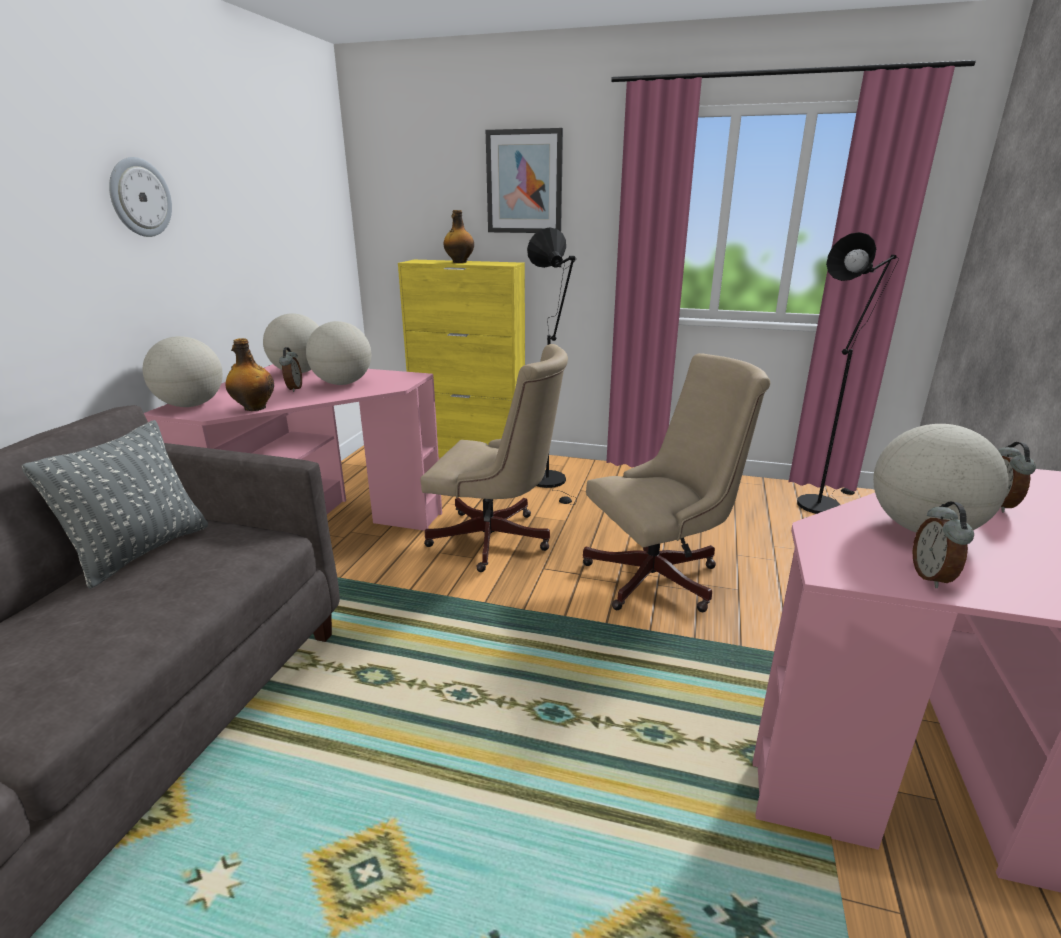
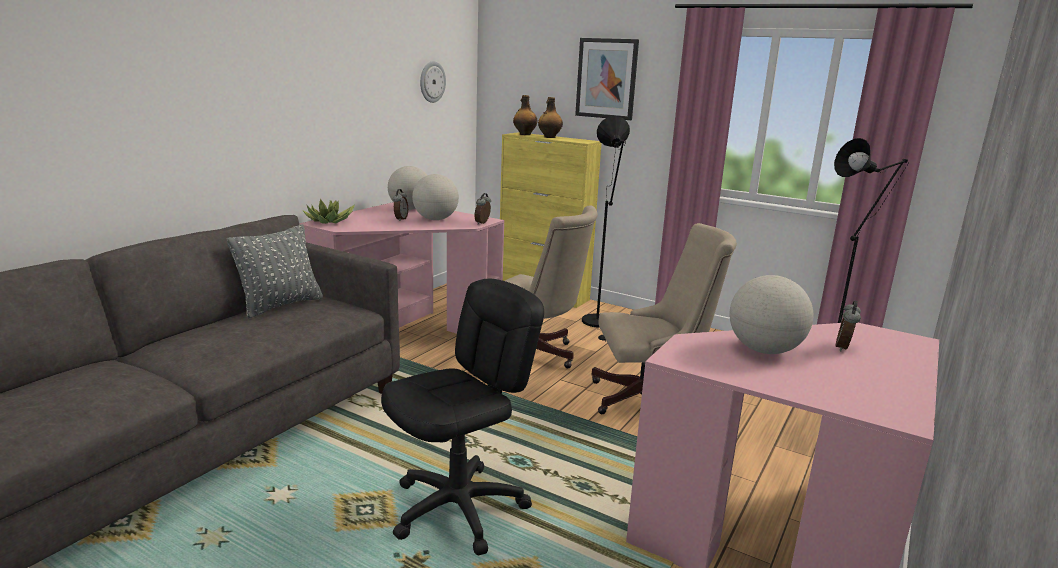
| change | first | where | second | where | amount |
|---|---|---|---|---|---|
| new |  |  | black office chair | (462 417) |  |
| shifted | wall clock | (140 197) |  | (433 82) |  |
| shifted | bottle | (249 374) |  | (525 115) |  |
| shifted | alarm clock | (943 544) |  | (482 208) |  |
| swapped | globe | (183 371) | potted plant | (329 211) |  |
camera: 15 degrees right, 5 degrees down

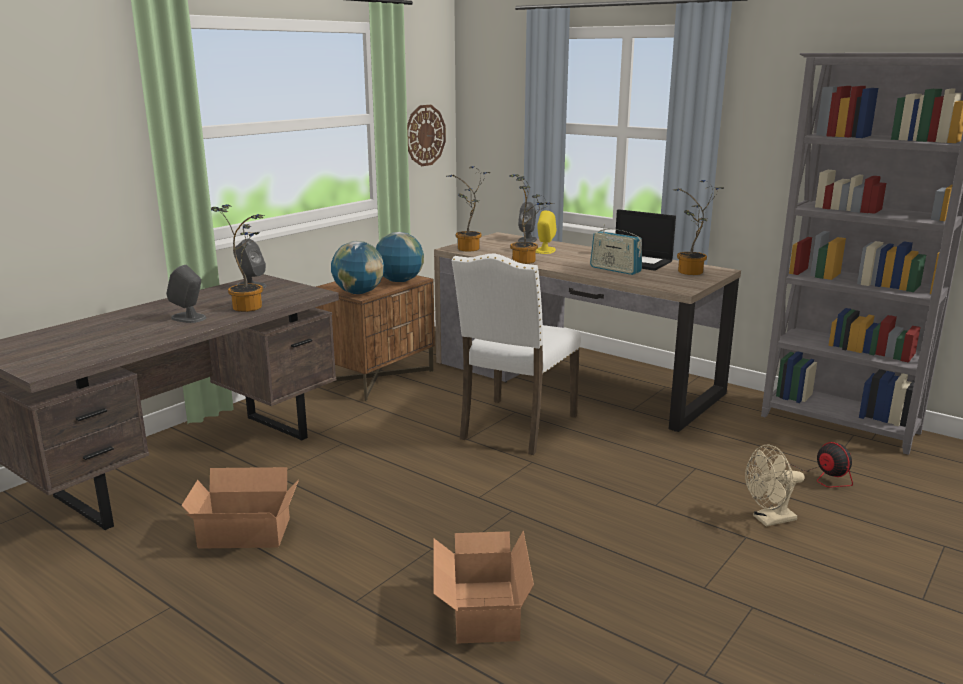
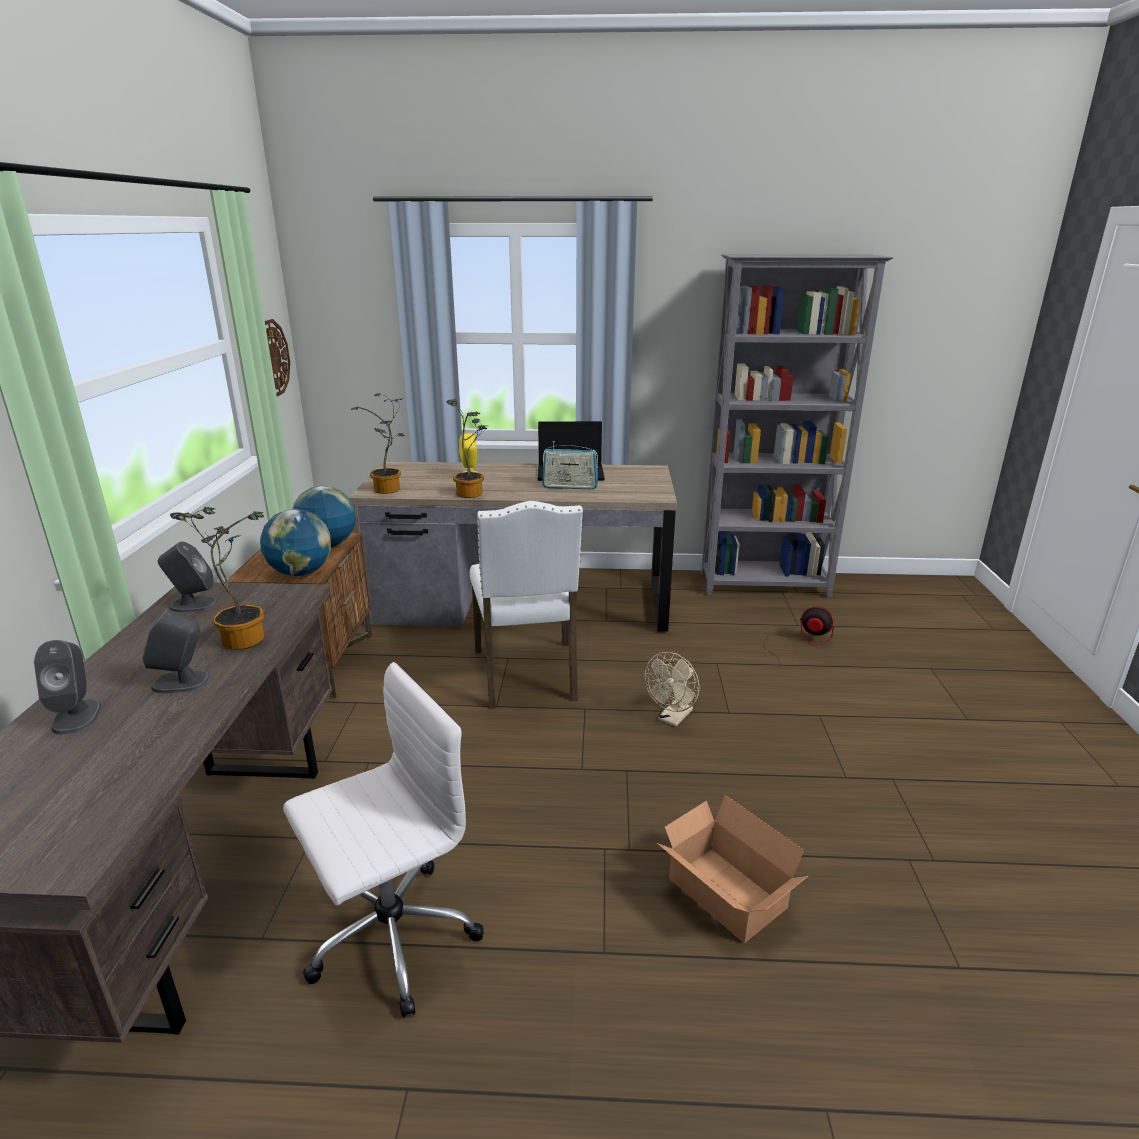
| change | first | where | second | where | amount |
|---|---|---|---|---|---|
| gone | potted plant | (698 227) |  |  |  |
| shifted | grey speaker | (527 222) |  | (67 687) |  |
| shifted | beige fan | (774 485) |  | (672 689) |  |
| swapped | cardboard box | (240 508) | white office chair | (383 840) |  |
camera: 35 degrees left, 5 degrees up

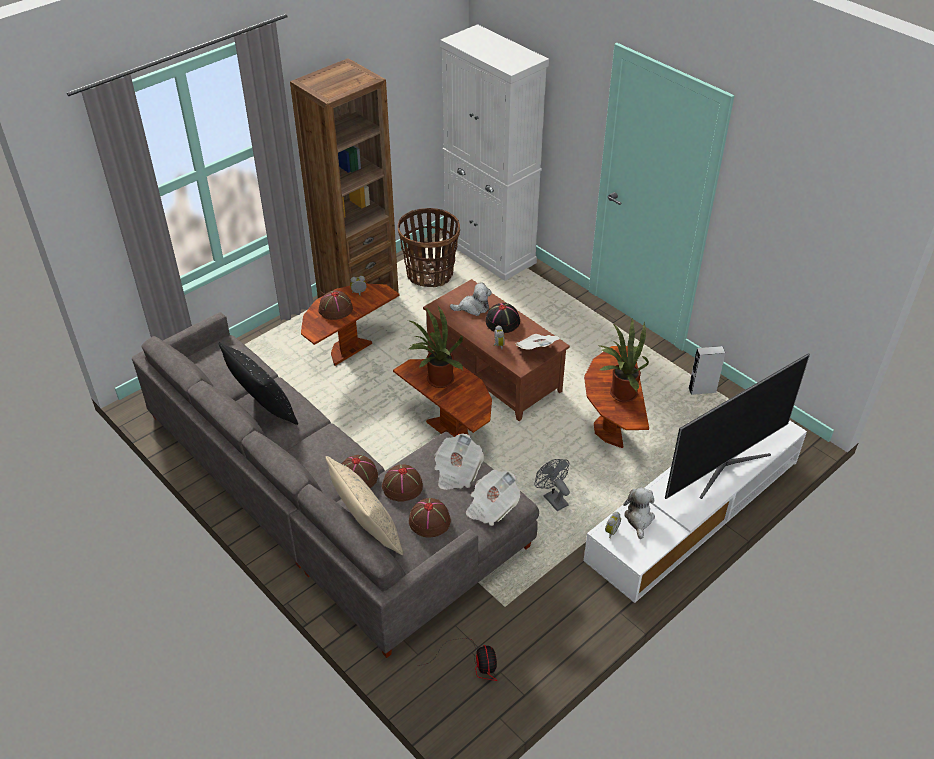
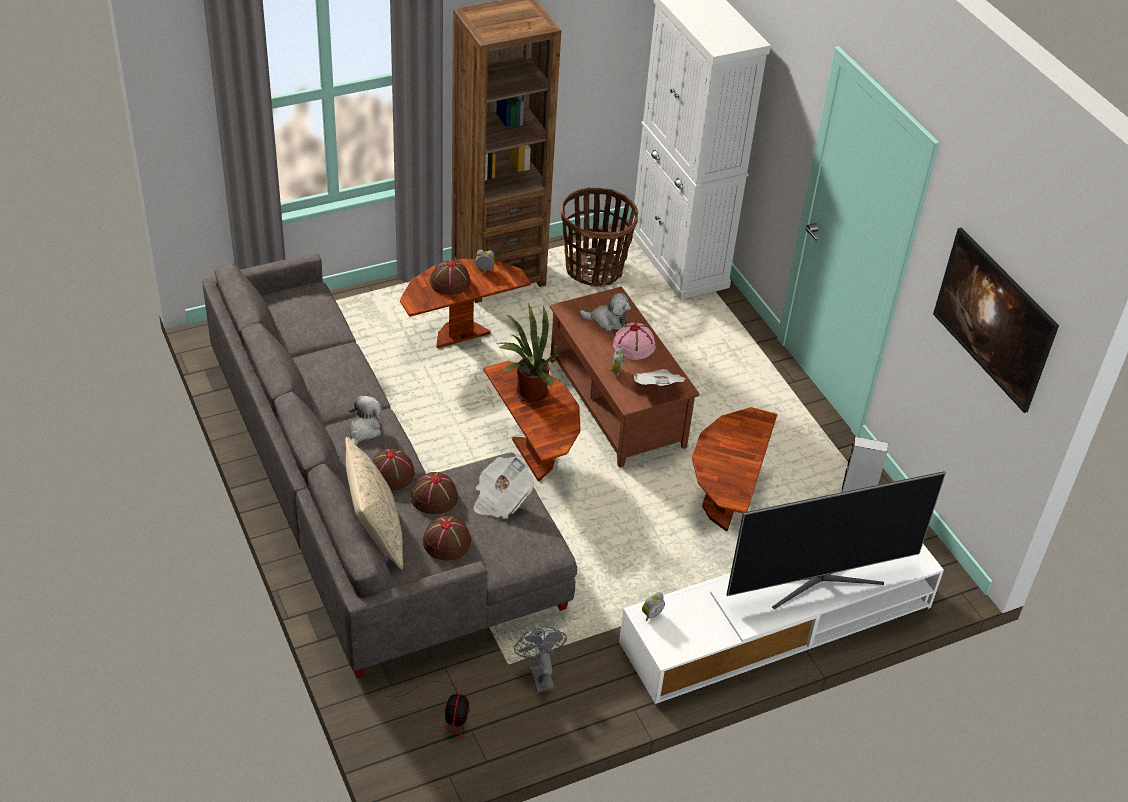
| change | first | where | second | where | amount |
|---|---|---|---|---|---|
| gone | black pillow | (258 384) |  |  |  |
| gone | newspaper | (493 498) |  |  |  |
| gone | potted plant | (623 360) |  |  |  |
| new |  |  | picture | (996 320) |  |
| shifted | grey fan | (552 485) |  | (540 659) |  |
| shifted | plush toy | (639 513) |  | (365 420) |  |
| repainted | black hat | (502 318) | pink hat | (634 341) |  |
camera: 15 degrees right, 0 degrees up

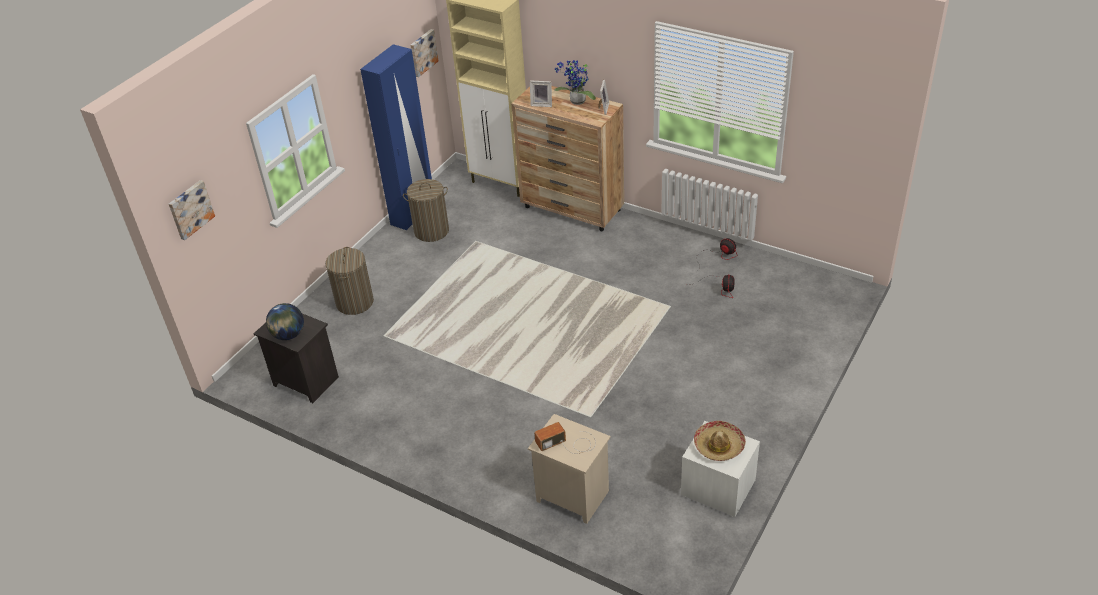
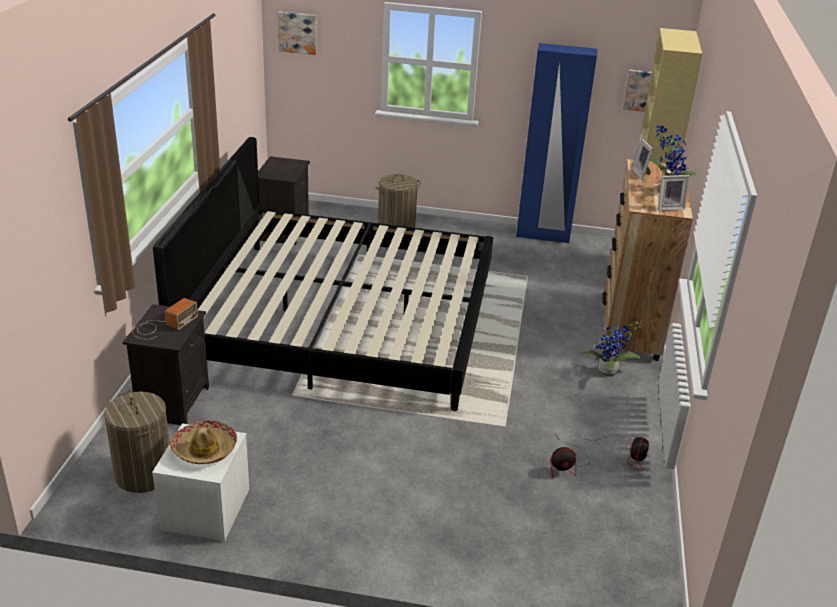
| change | first | where | second | where | amount |
|---|---|---|---|---|---|
| gone | globe | (285 321) |  |  |  |
| new |  |  | bed | (323 274) |  |
| new |  |  | potted plant | (613 349) |  |
| shifted | laundry basket | (426 210) |  | (137 442) |  |
| repainted | beige nightstand | (569 469) | black nightstand | (166 364) |  |
| rotated | radio | (565 438) |  | (165 318) | 75 degrees clockwise |
camera: 65 degrees right, 10 degrees down

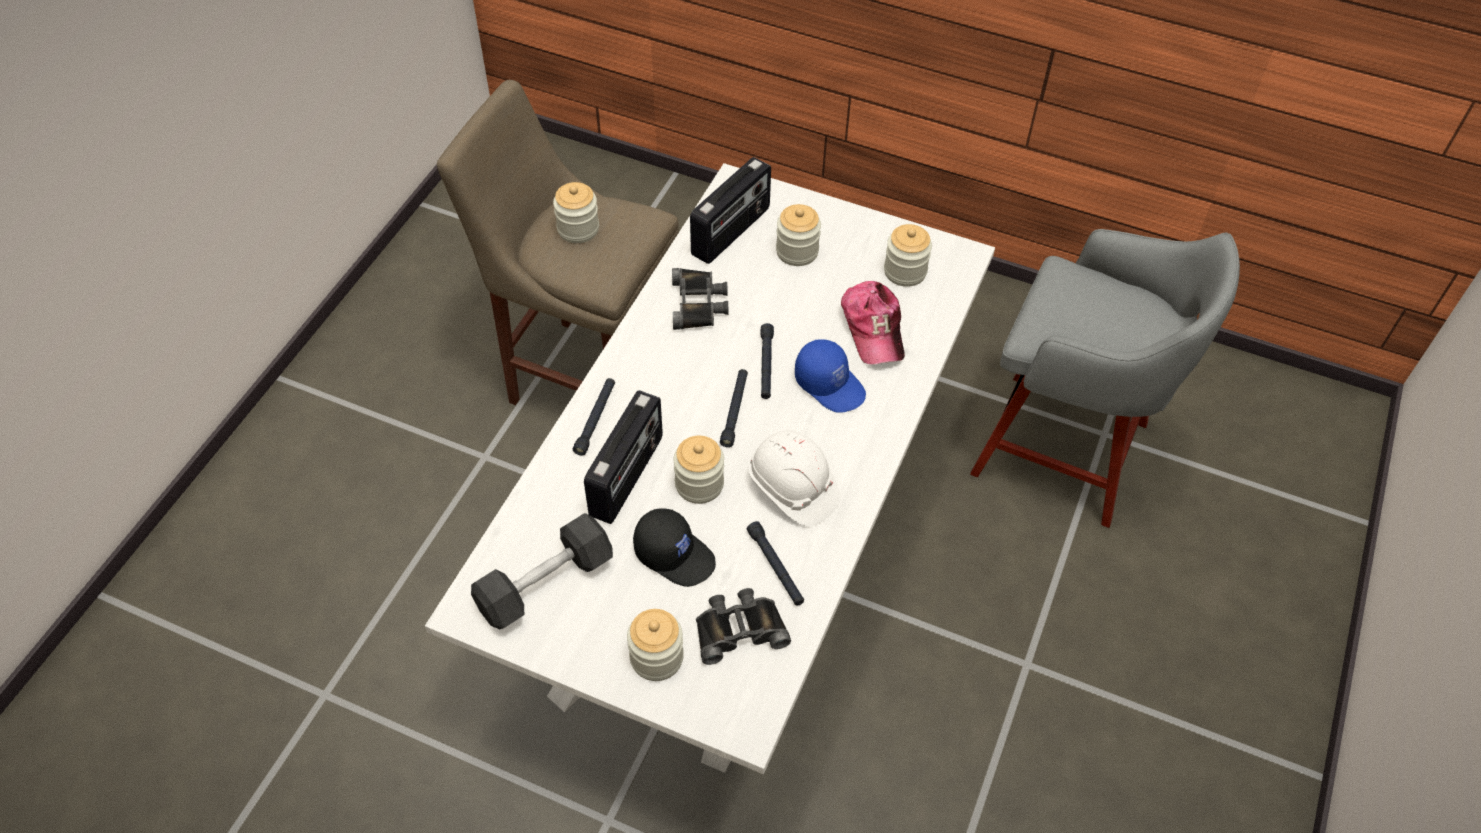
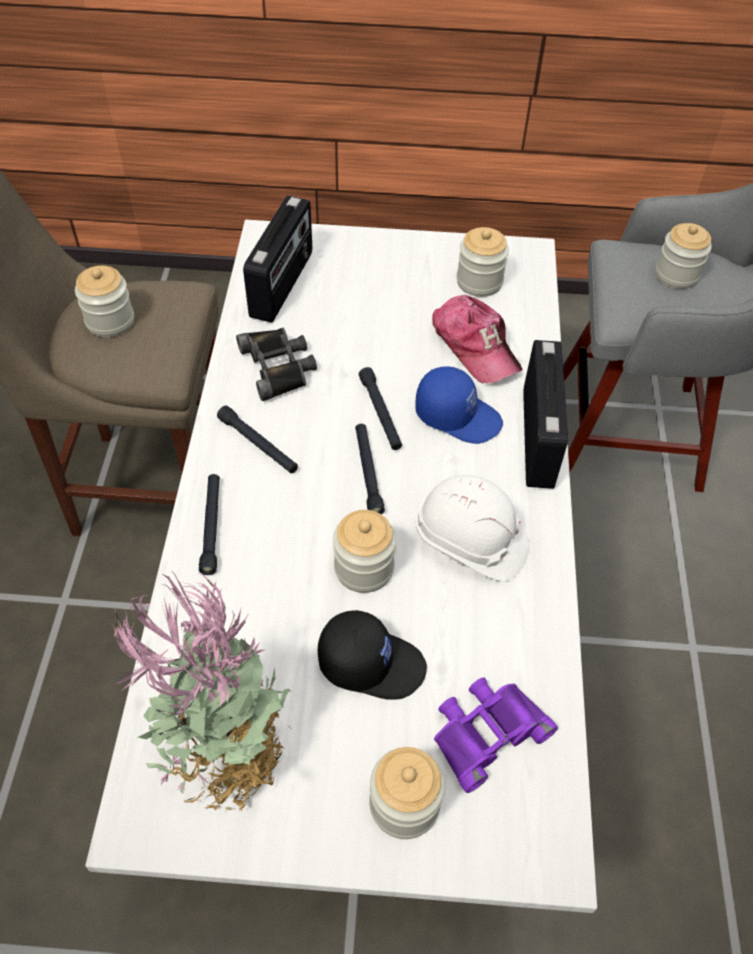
| change | first | where | second | where | amount |
|---|---|---|---|---|---|
| shifted | radio | (623 457) |  | (545 414) |  |
| shifted | black flashlight | (775 563) |  | (257 439) |  |
| shifted | jar | (798 235) |  | (683 256) |  |
| swapped | black dumbbell | (542 571) | potted plant | (201 692) |  |
| repainted | black binoculars | (743 626) | purple binoculars | (496 735) |  |
camera: 20 degrees left, 0 degrees up

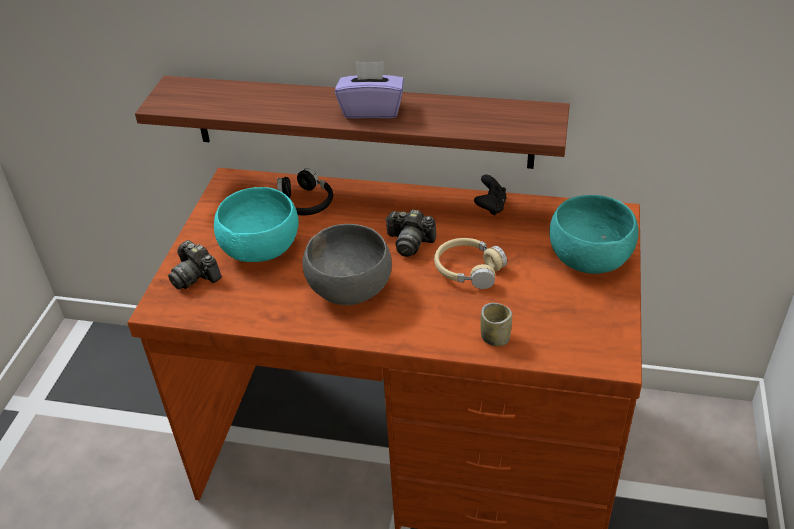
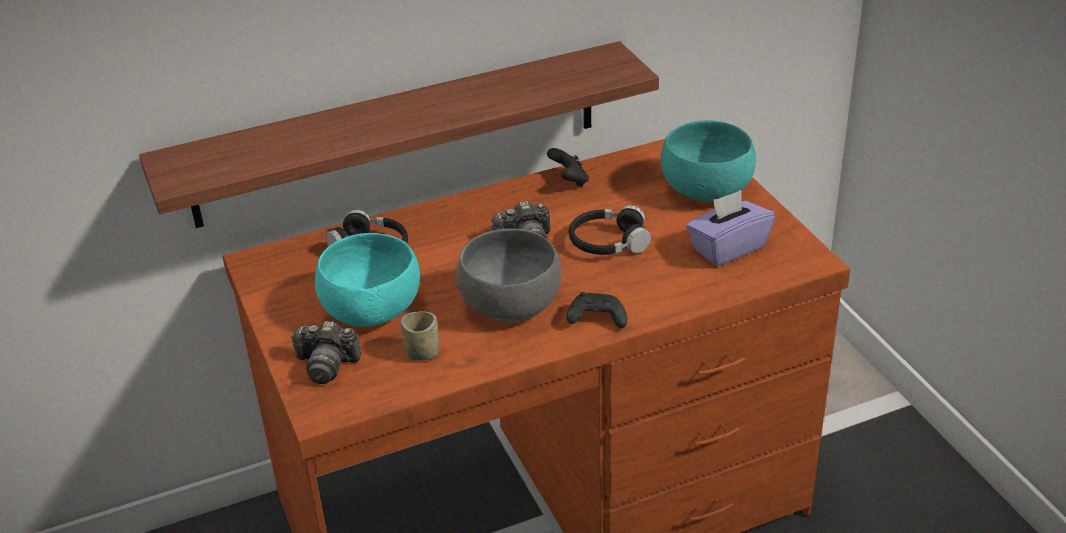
| change | first | where | second | where | amount |
|---|---|---|---|---|---|
| new |  |  | black game controller | (597 310) |  |
| shifted | purple tissue box | (369 90) |  | (730 228) |  |
| shifted | cup | (496 324) |  | (420 336) |  |
| repainted | beige headphones | (470 263) | black headphones | (610 230) |  |
camera: 35 degrees left, 5 degrees down

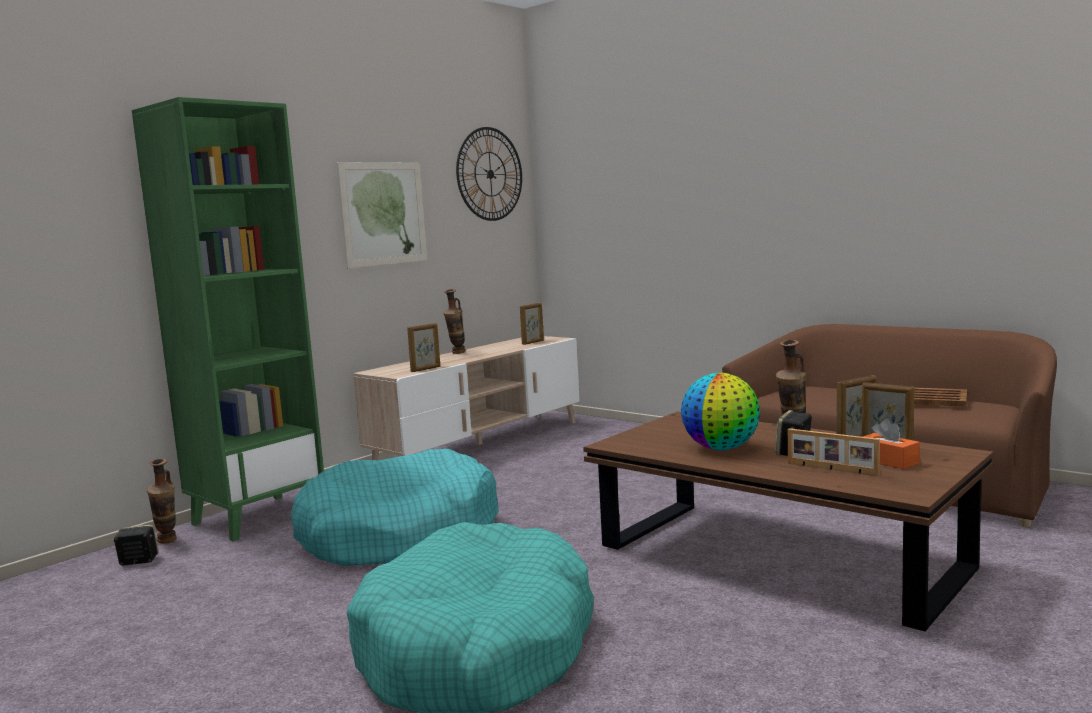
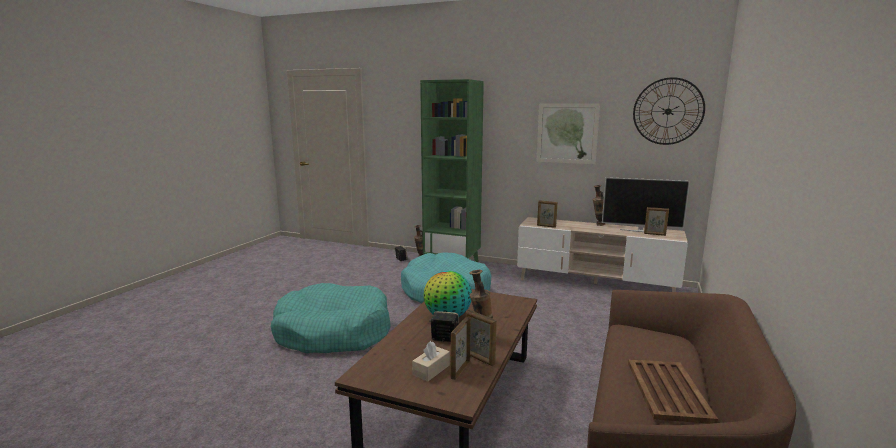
| change | first | where | second | where | amount |
|---|---|---|---|---|---|
| gone | picture frame | (834 452) |  |  |  |
| new |  |  | television | (646 204) |  |
| repainted | orange tissue box | (891 444) | beige tissue box | (431 361) |  |
camera: 70 degrees right, 5 degrees up

